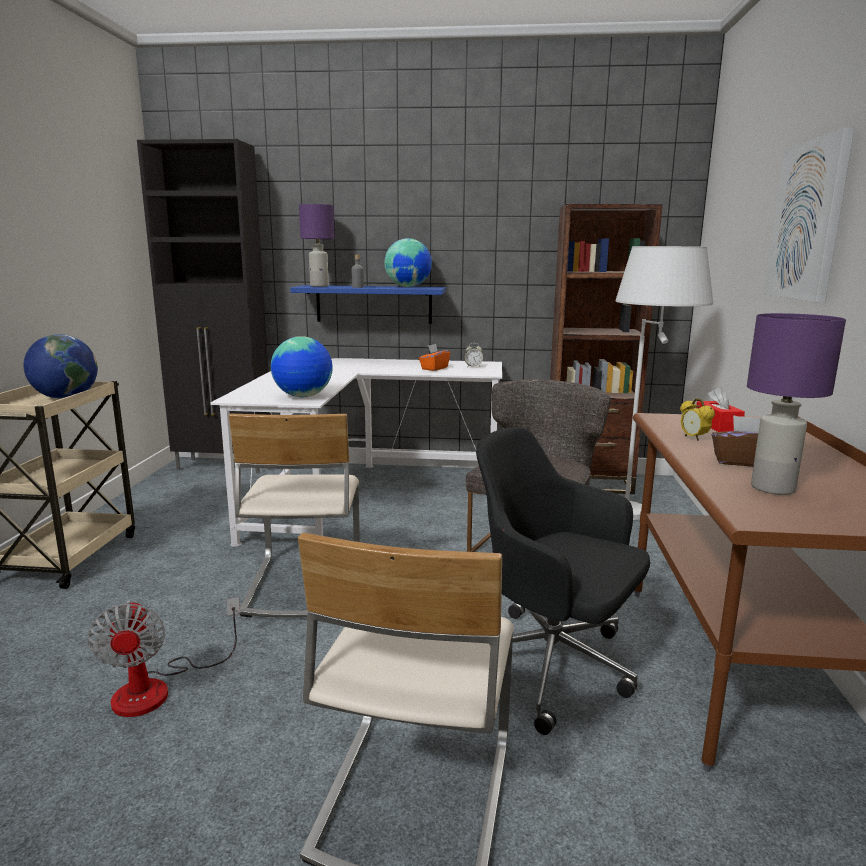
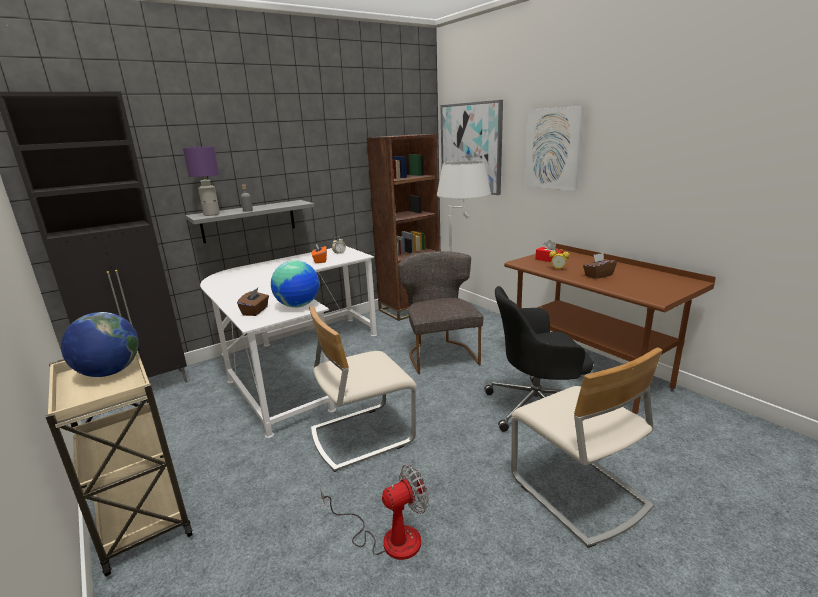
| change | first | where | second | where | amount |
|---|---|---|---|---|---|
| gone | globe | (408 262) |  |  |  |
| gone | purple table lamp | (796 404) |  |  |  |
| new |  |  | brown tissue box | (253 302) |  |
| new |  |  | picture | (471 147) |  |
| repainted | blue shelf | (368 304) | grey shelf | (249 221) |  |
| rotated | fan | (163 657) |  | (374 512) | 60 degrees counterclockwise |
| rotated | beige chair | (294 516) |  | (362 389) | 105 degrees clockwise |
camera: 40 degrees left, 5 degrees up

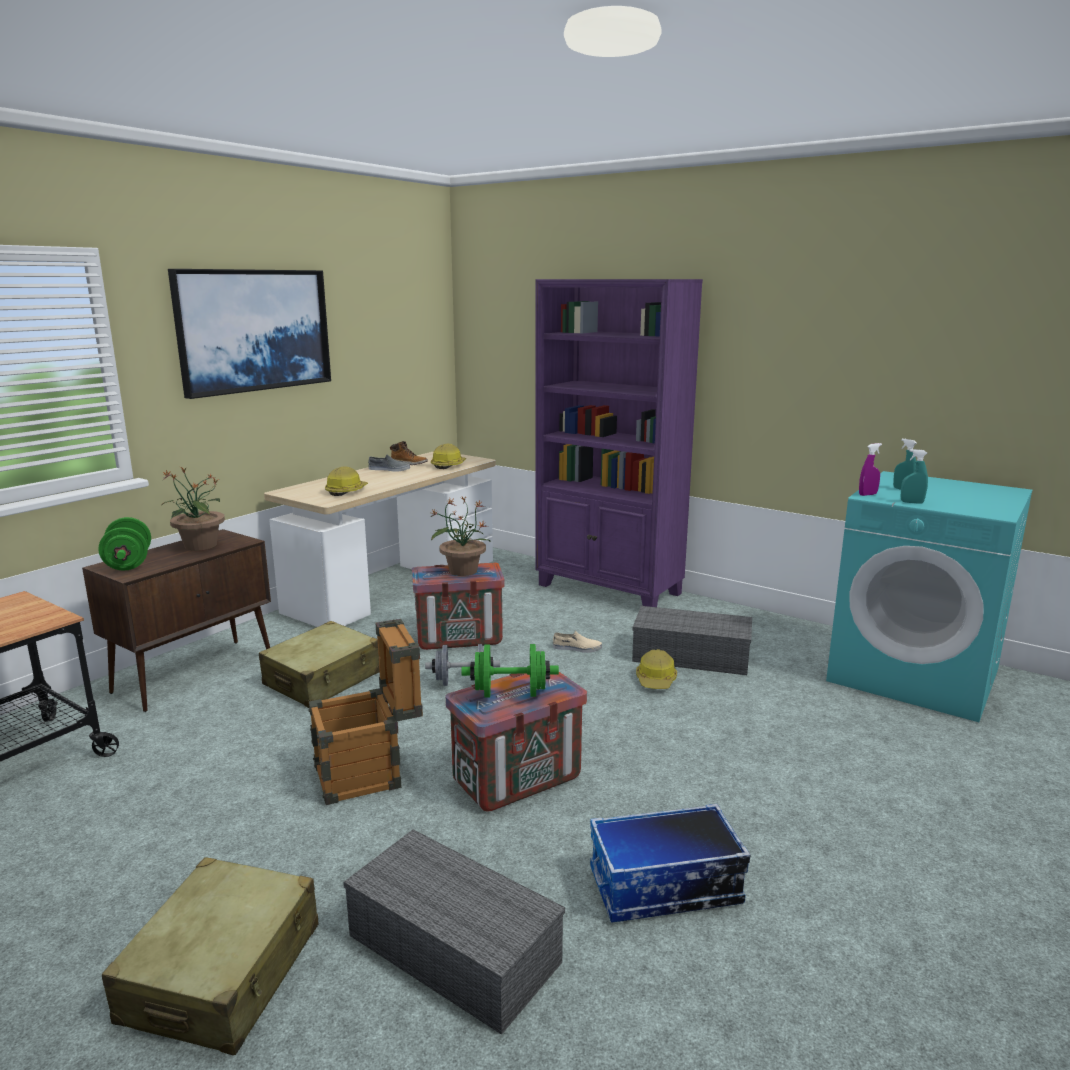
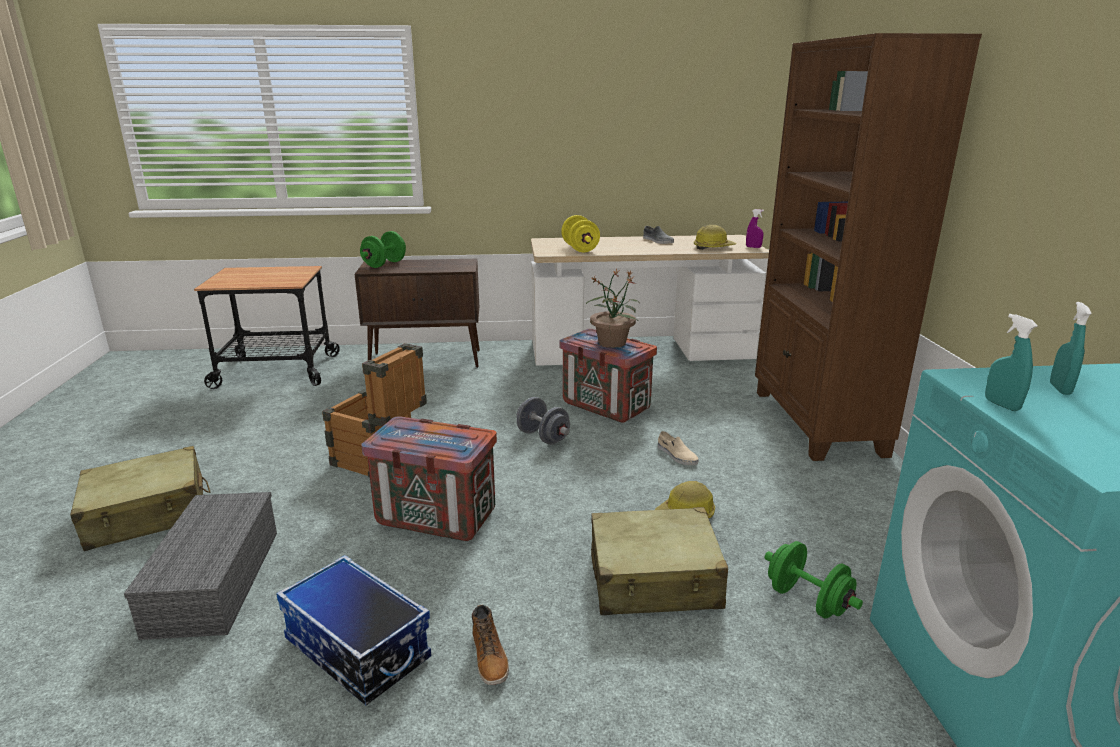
| change | first | where | second | where | amount |
|---|---|---|---|---|---|
| gone | potted plant | (193 509) |  |  |  |
| gone | picture | (249 334) |  |  |  |
| gone | grey storage box | (692 640) |  |  |  |
| shifted | beige suitcase | (319 664) |  | (659 561) |  |
| shifted | boot | (409 453) |  | (490 645) |  |
| shifted | green dumbbell | (510 671) |  | (813 579) |  |
| shifted | purple spray bottle | (870 469) |  | (755 228) |  |
| swapped | hard hat | (346 481) | yellow dumbbell | (580 233) |  |
| repainted | purple bookcase | (619 443) | brown bookcase | (868 247) |  |
camera: 50 degrees right, 5 degrees up

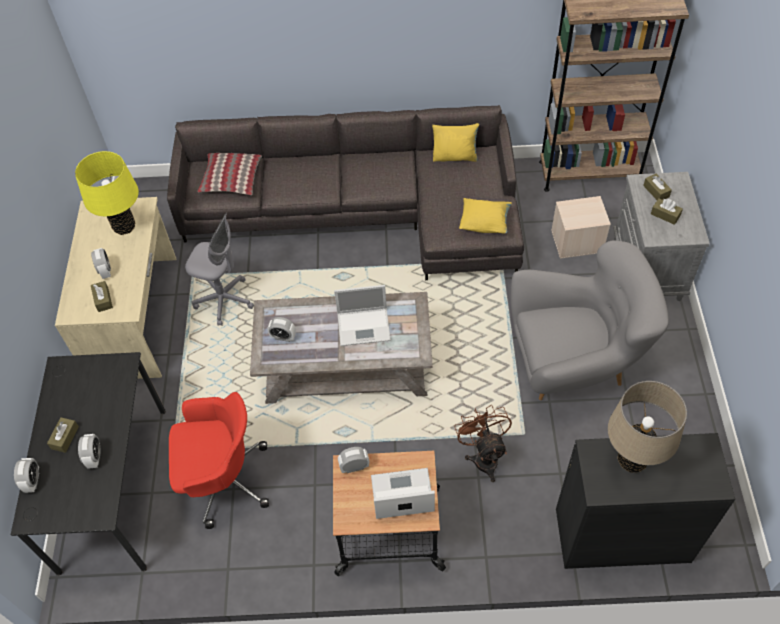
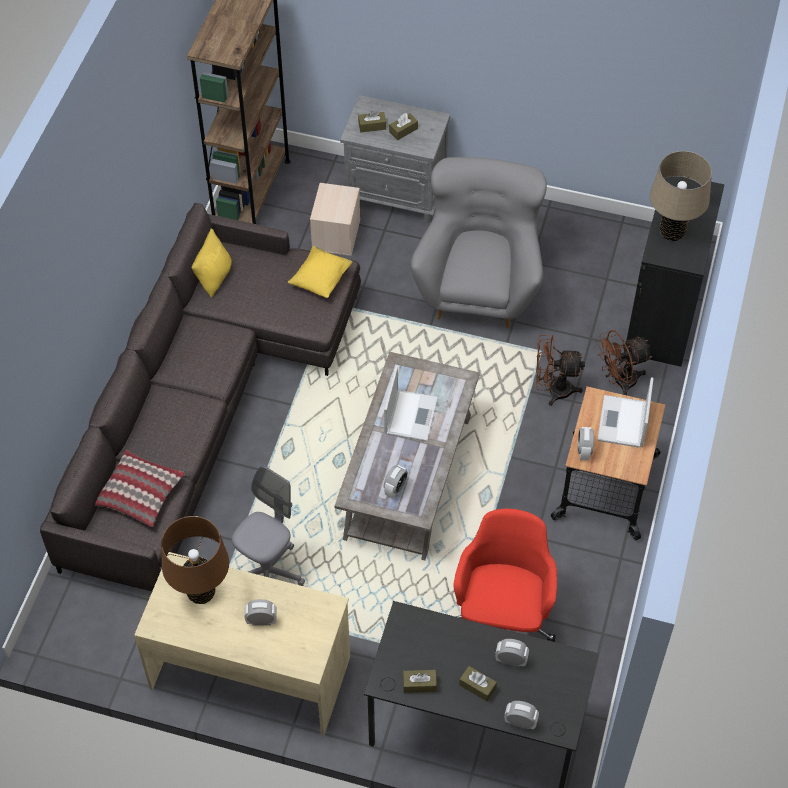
| change | first | where | second | where | amount |
|---|---|---|---|---|---|
| new |  |  | brown fan | (624 362) |  |
| shifted | brown tissue box | (102 296) |  | (420 681) |  |
| repainted | yellow table lamp | (107 193) | brown table lamp | (195 560) |  |
camera: 75 degrees left, 0 degrees up

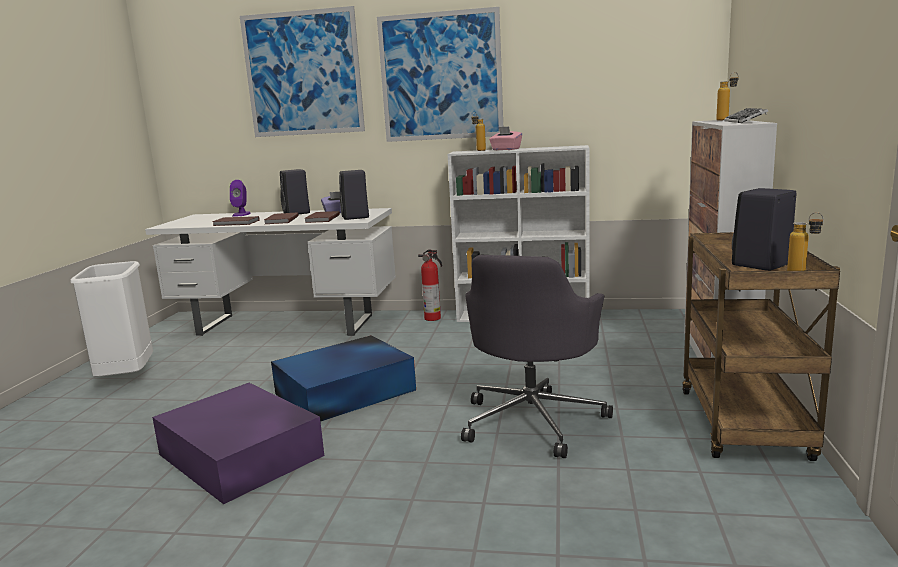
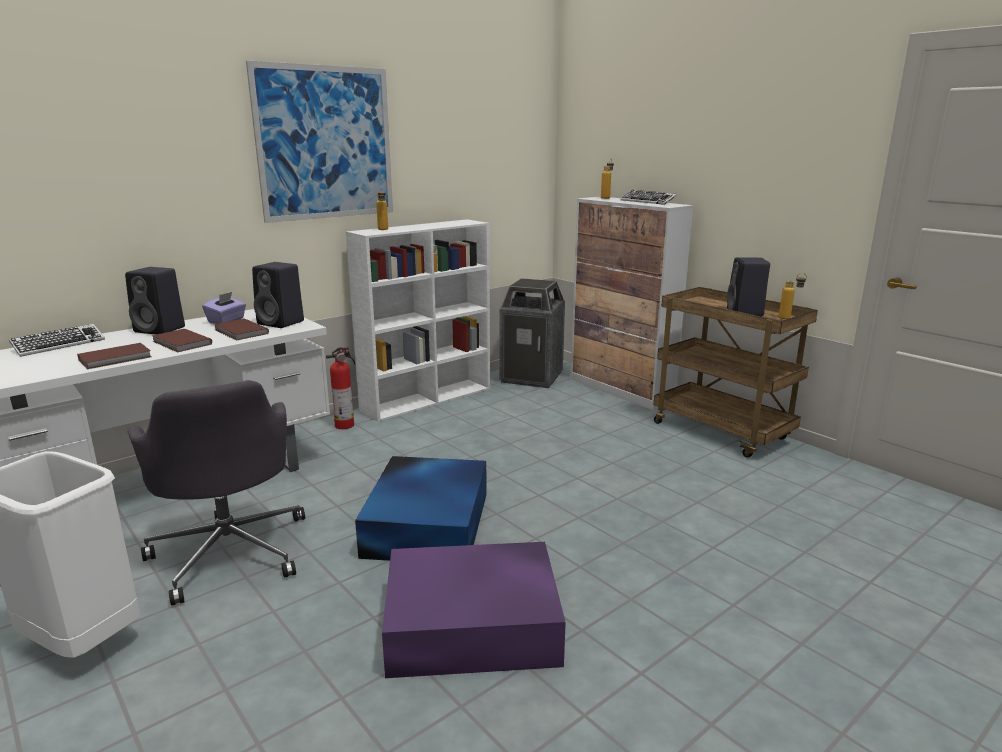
| change | first | where | second | where | amount |
|---|---|---|---|---|---|
| gone | picture | (302 71) |  |  |  |
| gone | pink tissue box | (505 138) |  |  |  |
| new |  |  | trash can | (532 333) |  |
| shifted | grey office chair | (537 356) |  | (216 493) |  |
| swapped | purple speaker | (240 198) | keyboard | (57 340) |  |
camera: 50 degrees left, 5 degrees up

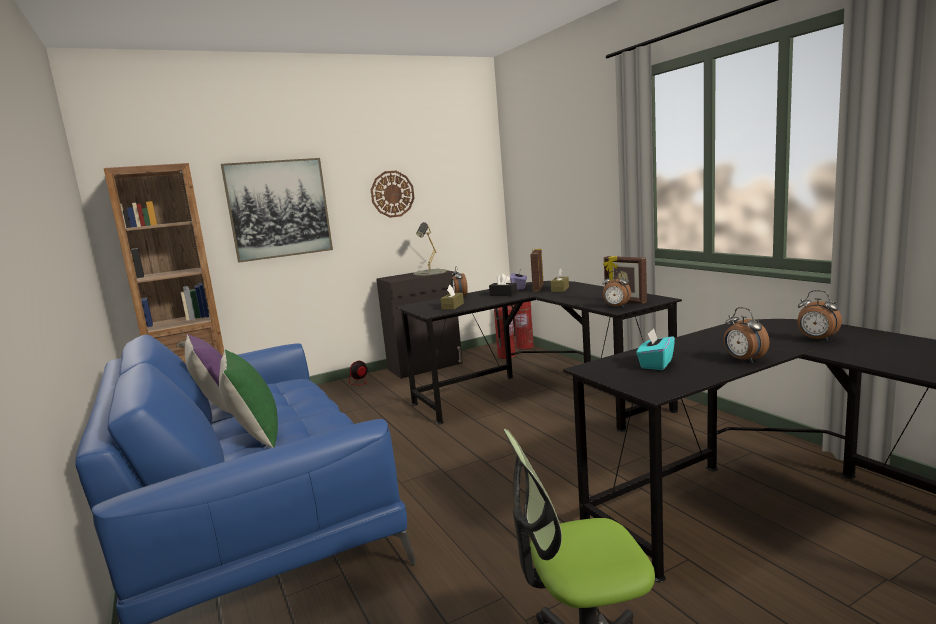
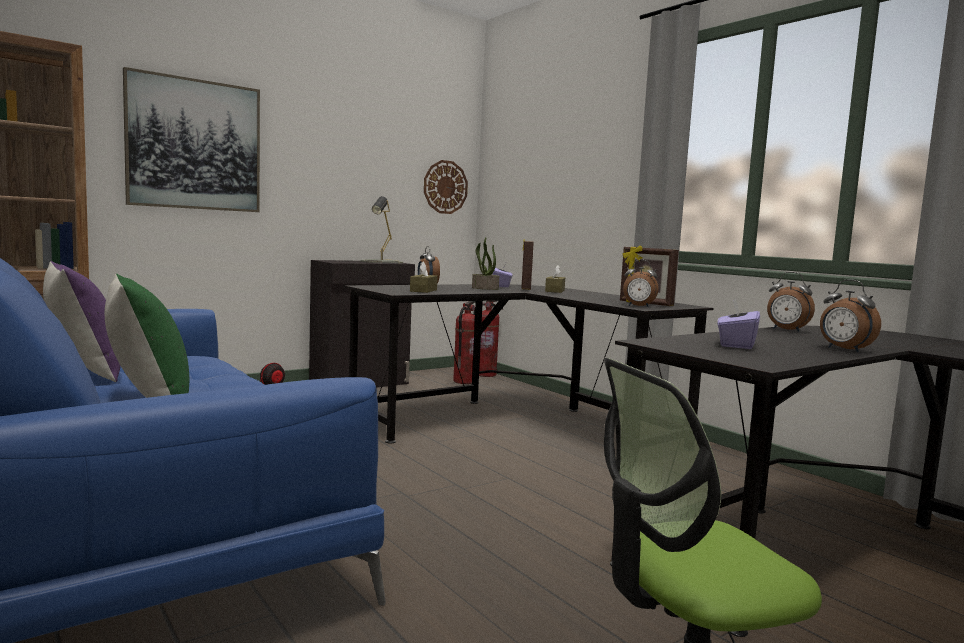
| change | first | where | second | where | amount |
|---|---|---|---|---|---|
| shifted | wall clock | (392 194) |  | (446 187) |  |
| shifted | alarm clock | (819 316) |  | (791 302) |  |
| swapped | black tissue box | (503 285) | potted plant | (485 264) |  |
| repainted | turquoise tissue box | (655 349) | purple tissue box | (738 324) |  |
camera: 10 degrees left, 5 degrees down

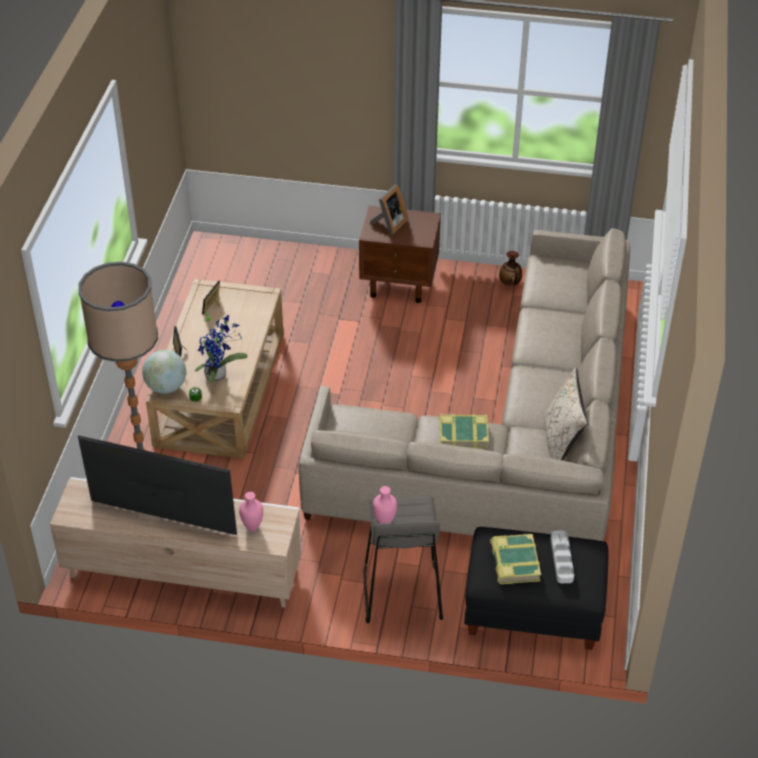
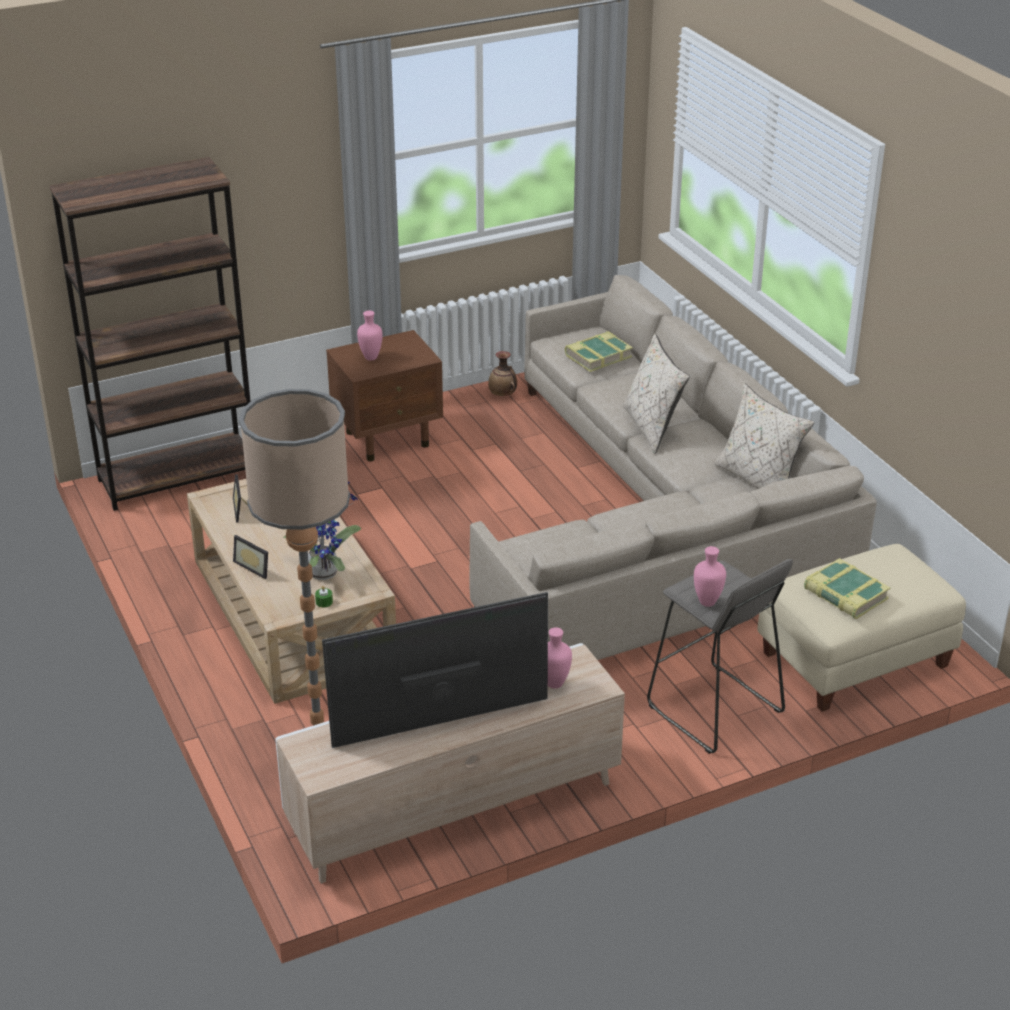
| change | first | where | second | where | amount |
|---|---|---|---|---|---|
| gone | globe | (164 372) |  |  |  |
| gone | grey tray | (562 557) |  |  |  |
| new |  |  | brown bookcase | (150 334) |  |
| new |  |  | beige pillow | (656 394) |  |
| shifted | book | (464 431) |  | (599 351) |  |
| swapped | picture frame | (389 210) | pink vase | (370 335) |  |
| repainted | black ottoman | (536 588) | beige ottoman | (861 628) |  |
camera: 35 degrees left, 10 degrees down

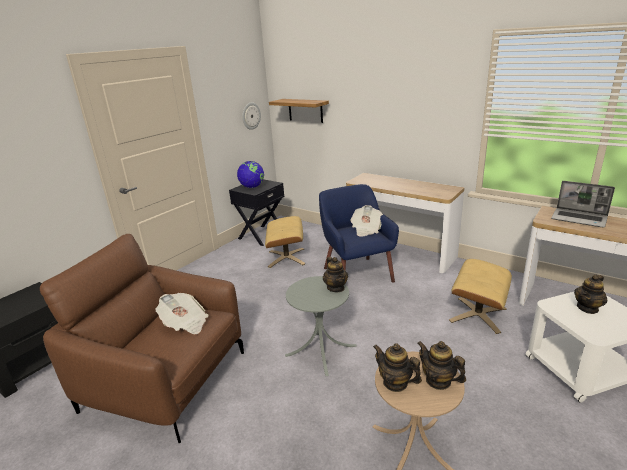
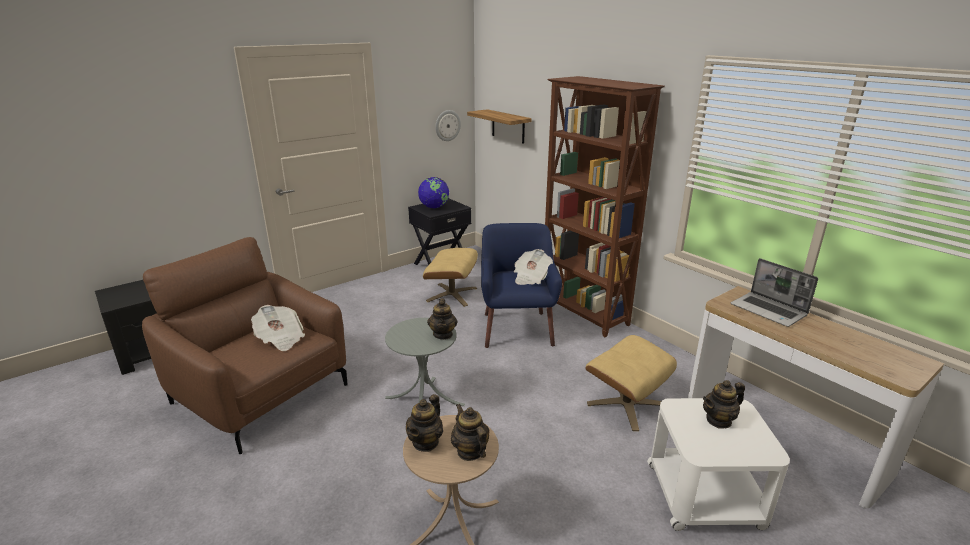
| change | first | where | second | where | amount |
|---|---|---|---|---|---|
| swapped | console table | (405 223) | brown bookcase | (604 206) |  |
| rotated | teapot | (397 367) |  | (424 423) | 120 degrees counterclockwise |
camera: 15 degrees right, 0 degrees up

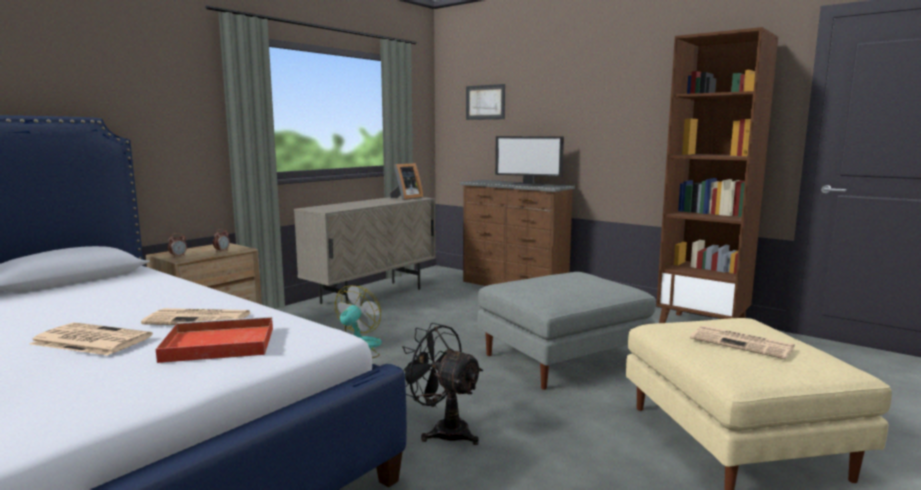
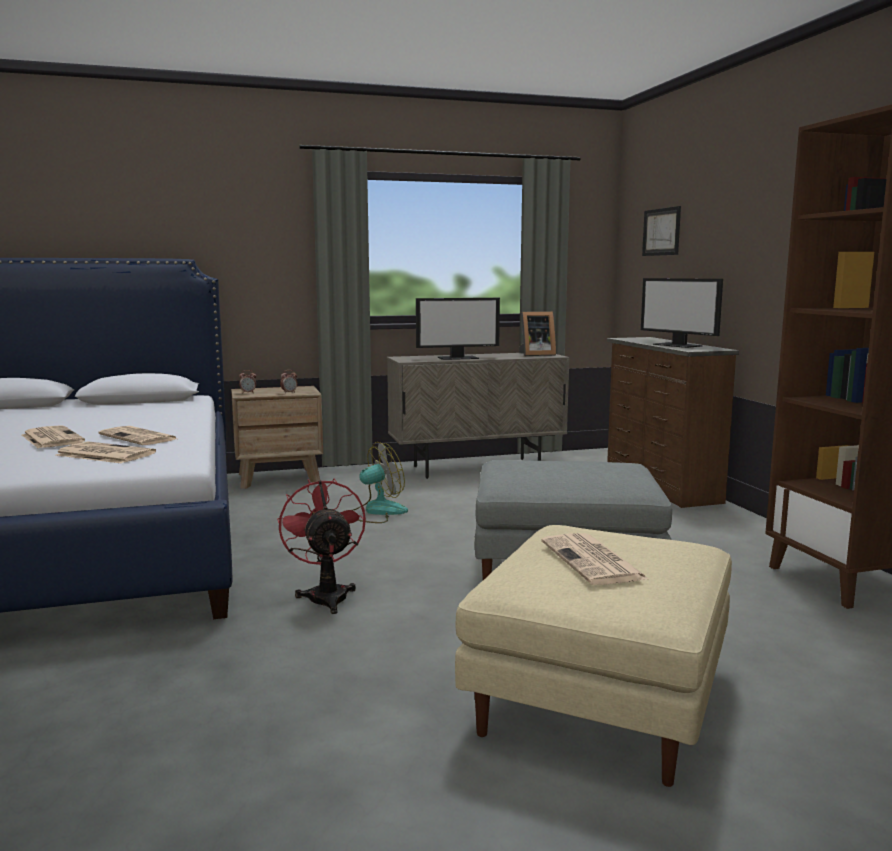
| change | first | where | second | where | amount |
|---|---|---|---|---|---|
| new |  |  | monitor | (458 329) |  |
| swapped | red tray | (214 340) | newspaper | (106 452) |  |
| repainted | black fan | (442 384) | red fan | (321 546) |  |
camera: 35 degrees right, 0 degrees up

